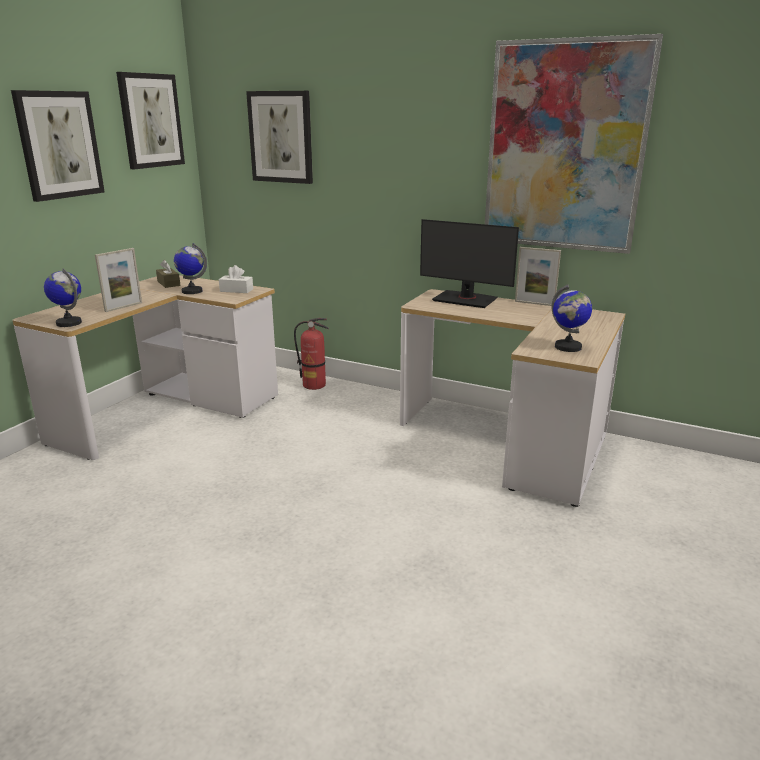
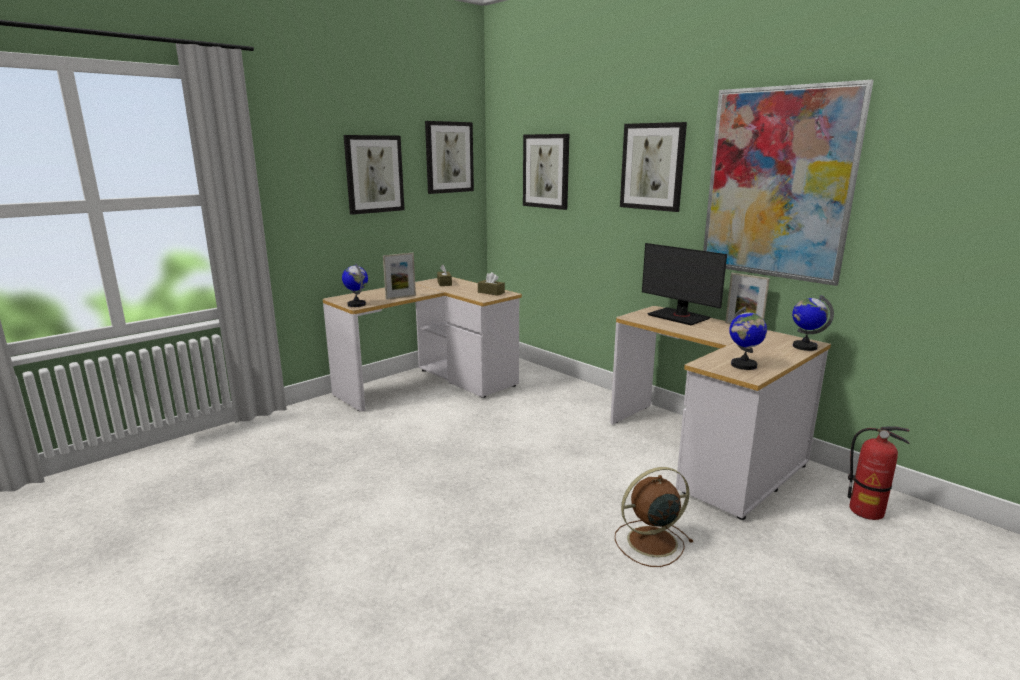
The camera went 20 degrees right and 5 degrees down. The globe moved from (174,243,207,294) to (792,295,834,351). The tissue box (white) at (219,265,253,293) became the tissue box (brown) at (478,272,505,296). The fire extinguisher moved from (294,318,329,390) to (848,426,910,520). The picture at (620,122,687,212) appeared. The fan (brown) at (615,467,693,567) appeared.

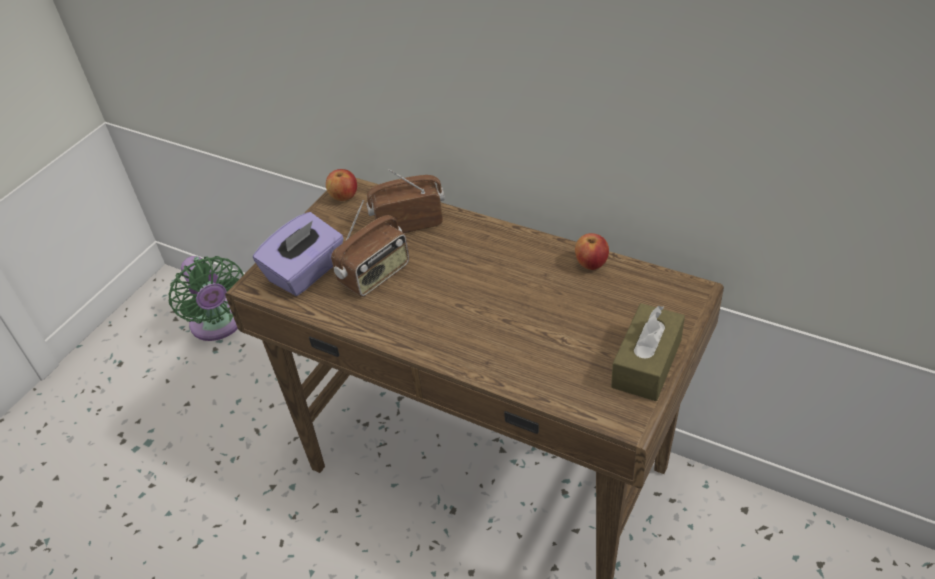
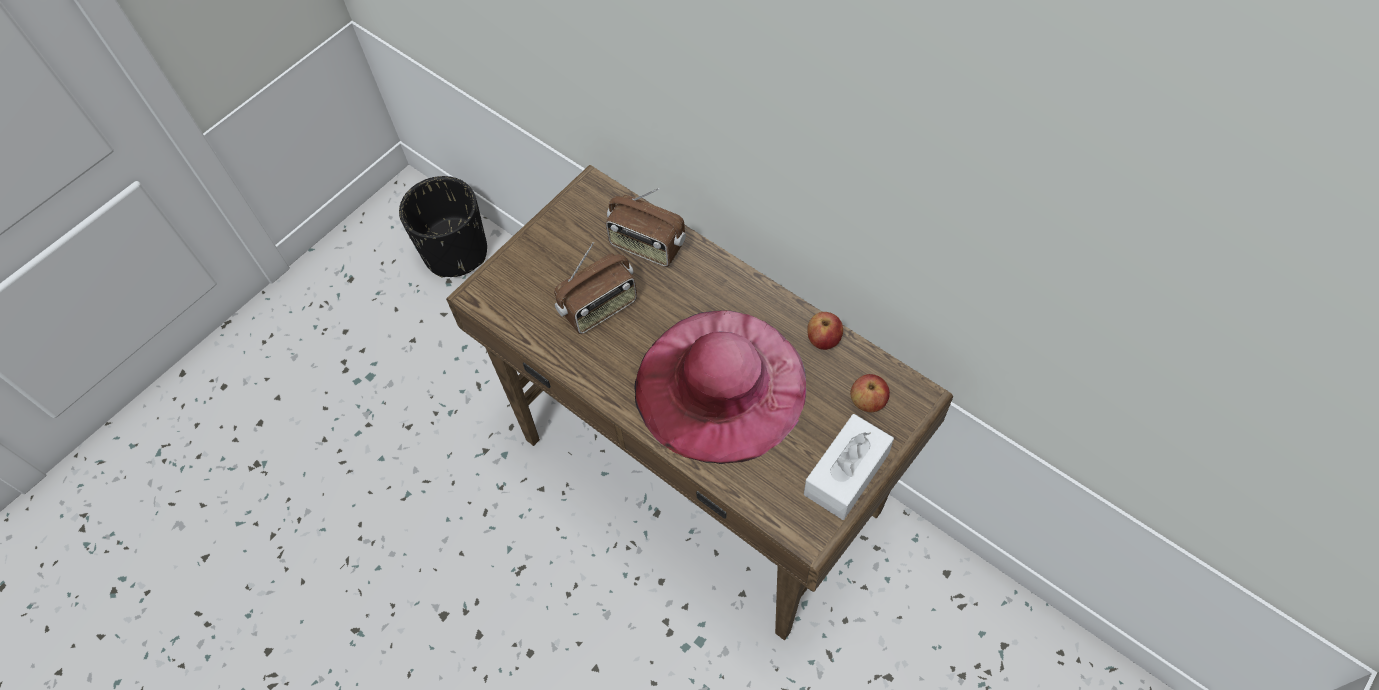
The camera went 10 degrees right and 15 degrees up. The apple moved from (326,169,357,201) to (850,374,890,412). The radio at (366,169,445,233) turned 150 degrees counterclockwise. The tissue box (purple) at (253,212,344,296) disappeared. The fan (green) at (168,256,244,341) was replaced by the planter (black) at (399,176,487,278). The tissue box (brown) at (611,303,685,401) became the tissue box (white) at (804,414,894,520). The hat (pink) at (635,310,806,464) appeared.

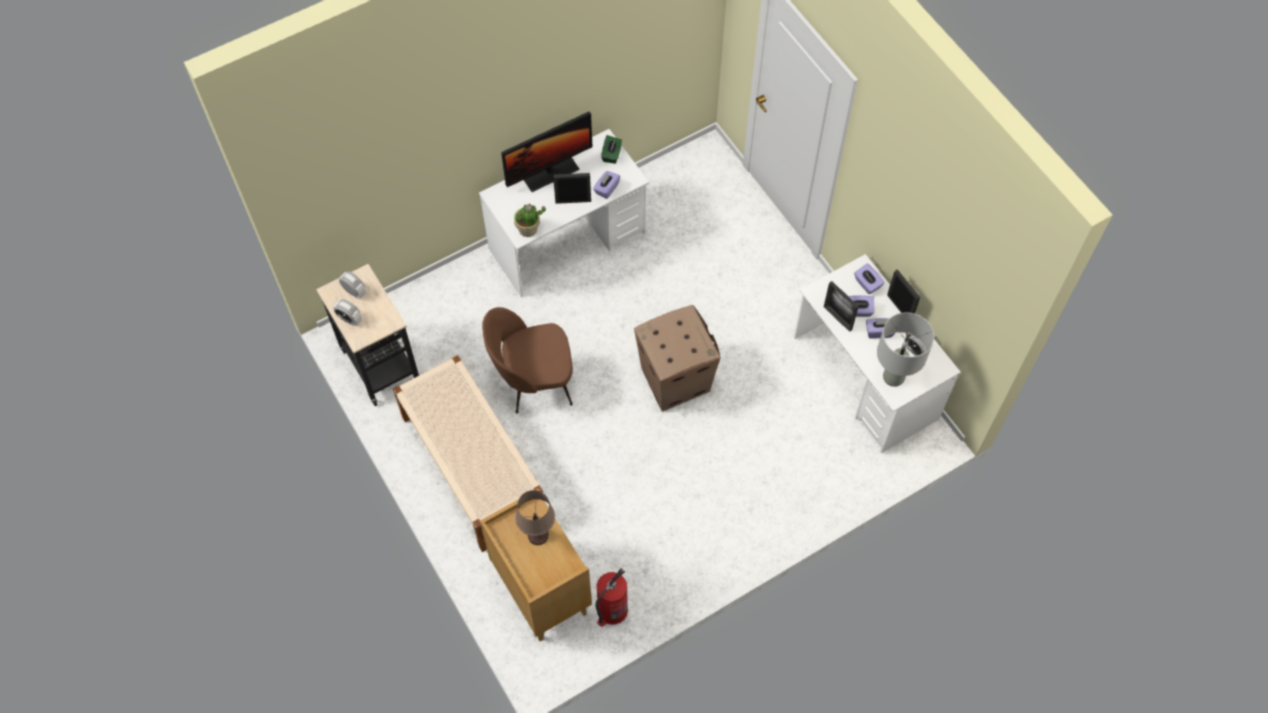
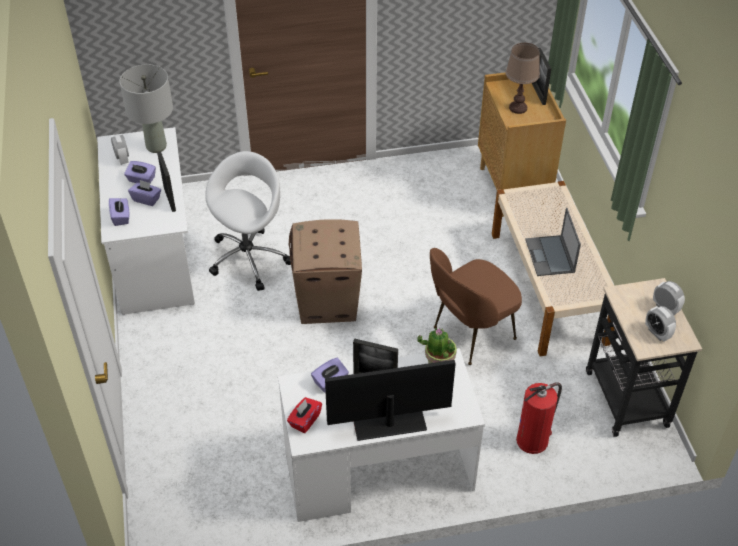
The camera went 160 degrees left and 15 degrees down. The tissue box (green) at (601,135,622,164) became the tissue box (red) at (287,397,322,433). The picture frame moved from (887,269,920,314) to (532,48,551,105). The chair (brown) at (482,307,573,414) turned 135 degrees clockwise. The fire extinguisher moved from (596,568,628,627) to (516,382,562,454). The office chair (white) at (205,151,291,291) appeared. The laptop at (525,208,581,276) appeared.

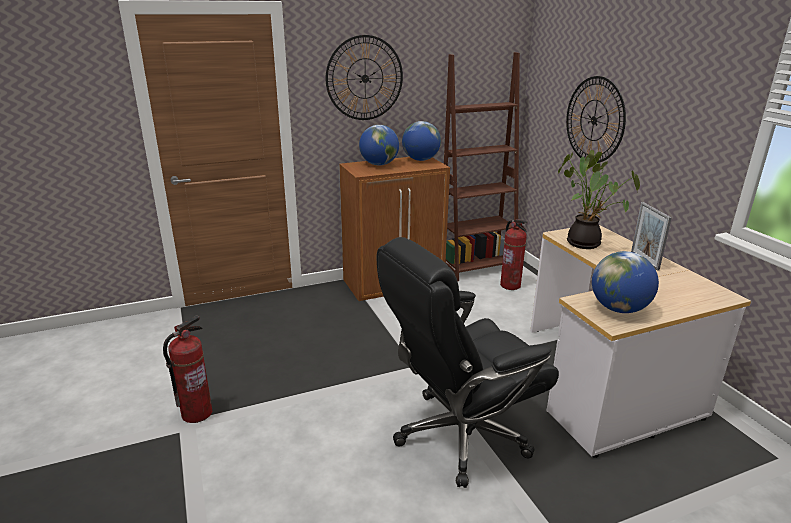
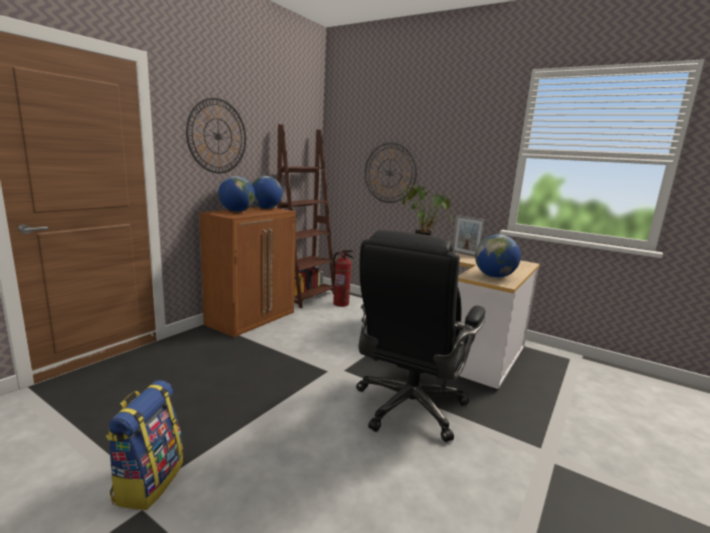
The camera went 35 degrees left and 10 degrees down. The fire extinguisher at (163,315,212,423) was replaced by the backpack at (106,380,183,510).

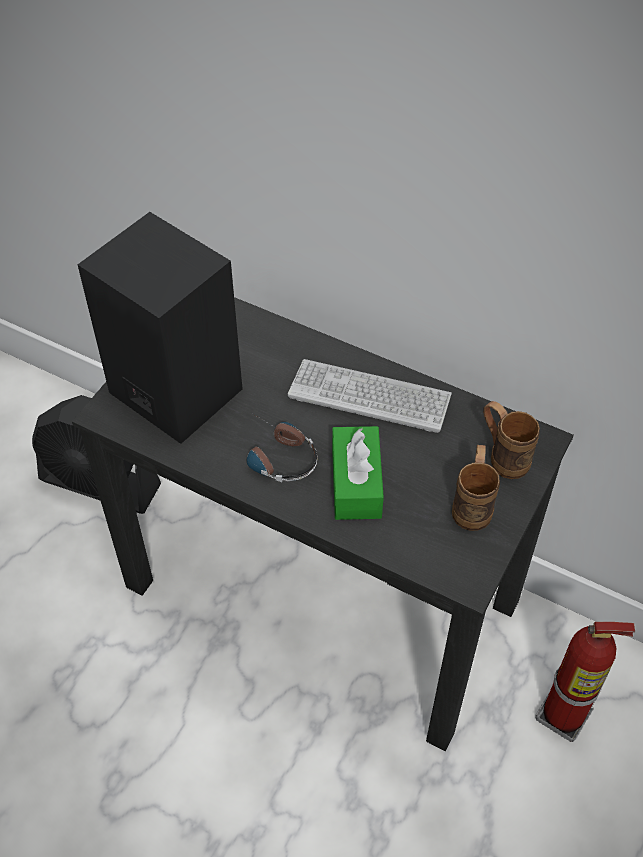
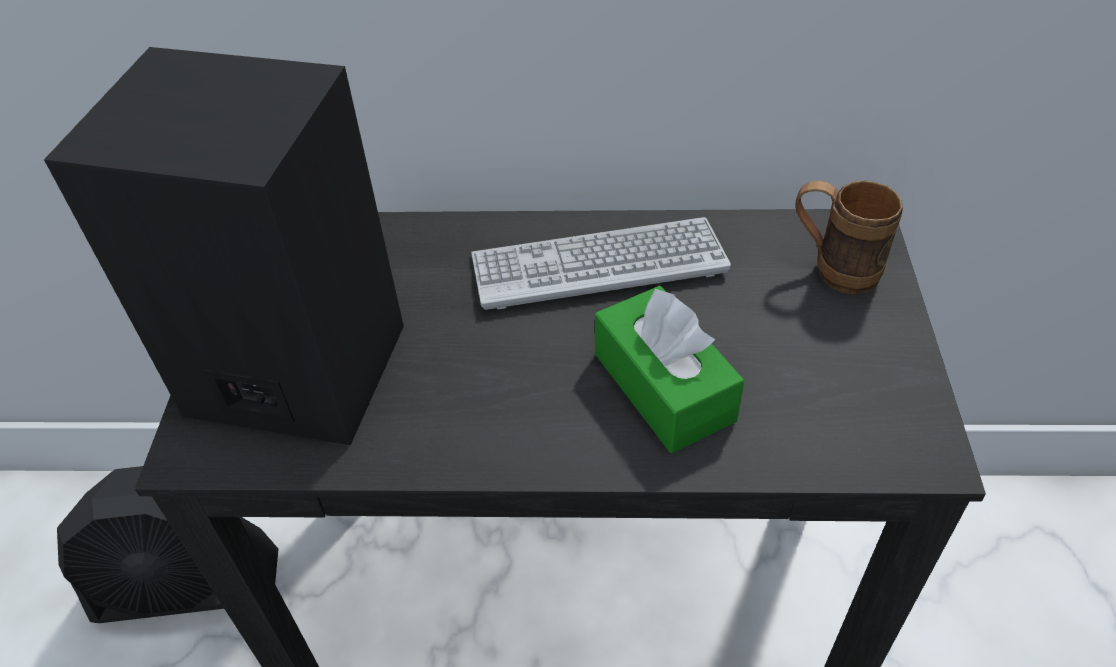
The camera went 25 degrees left and 5 degrees down. The headphones at (247,414,318,482) disappeared. The mug (brown) at (452,445,500,531) disappeared. The fire extinguisher at (535,622,635,742) disappeared.

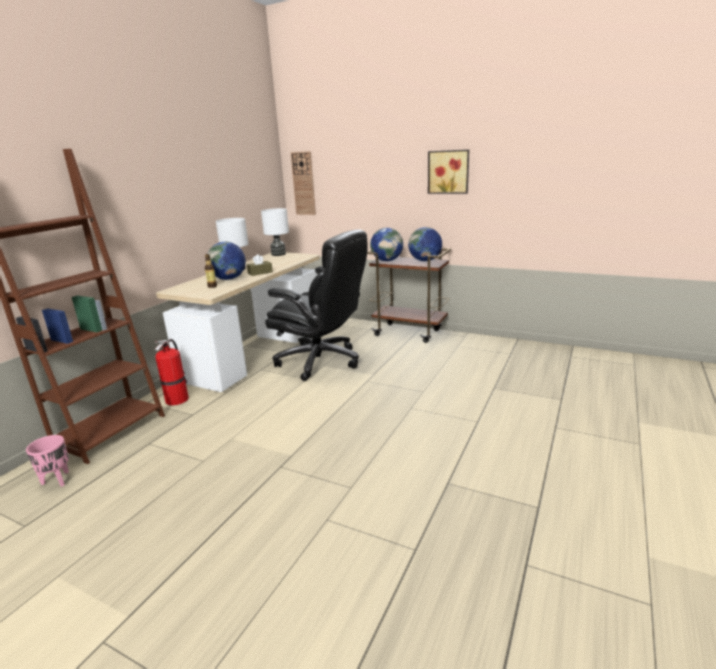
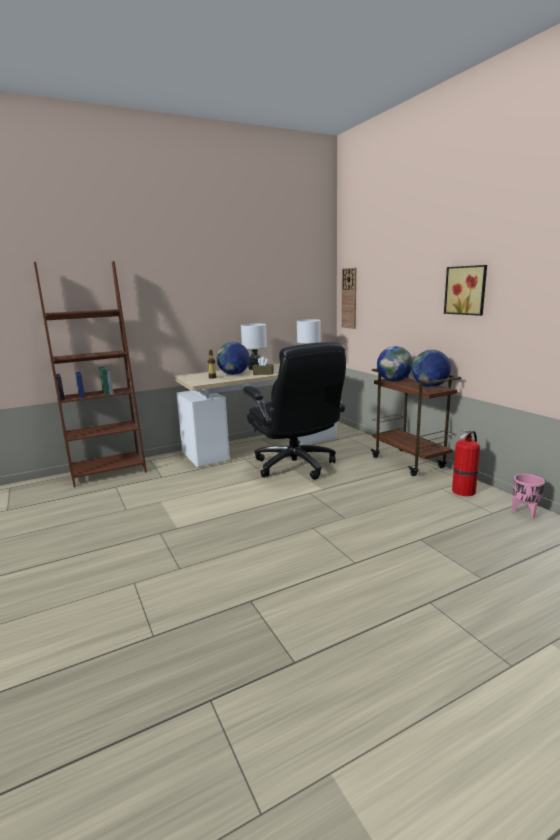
The camera went 35 degrees right and 5 degrees down. The fire extinguisher moved from (155,339,189,405) to (452,430,480,496). The planter (pink) moved from (26,435,69,487) to (512,474,545,518).

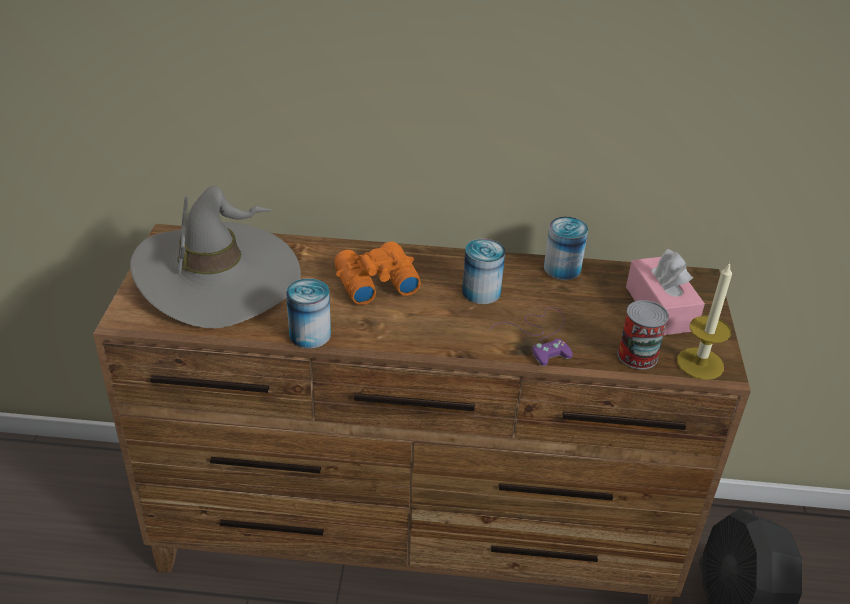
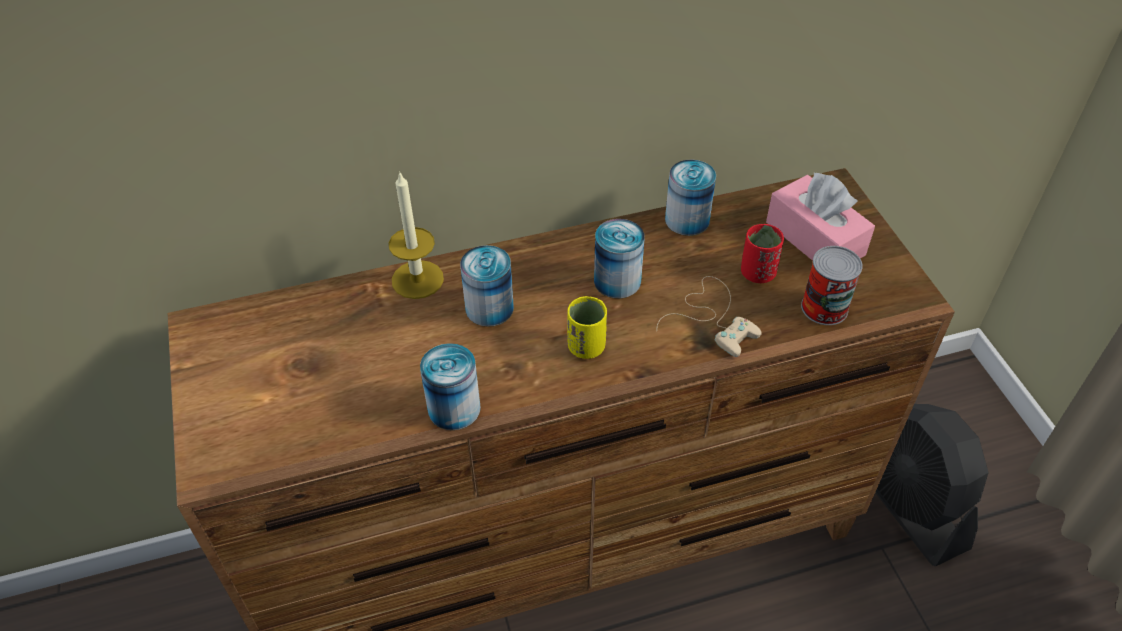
The camera went 20 degrees left and 10 degrees up. The hat (grey) at (130,186,301,328) disappeared. The binoculars (orange) at (334,241,421,305) was replaced by the can at (460,245,514,327). The candle moved from (677,262,732,380) to (389,171,444,299). The game controller (purple) at (489,307,573,366) became the game controller (beige) at (656,276,762,357). The cup (red) at (741,224,784,283) appeared. The cup (yellow) at (567,296,607,359) appeared.

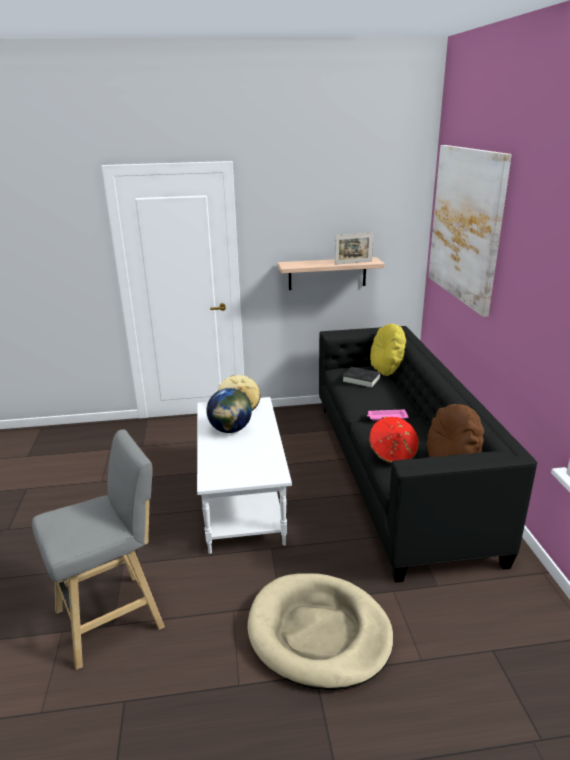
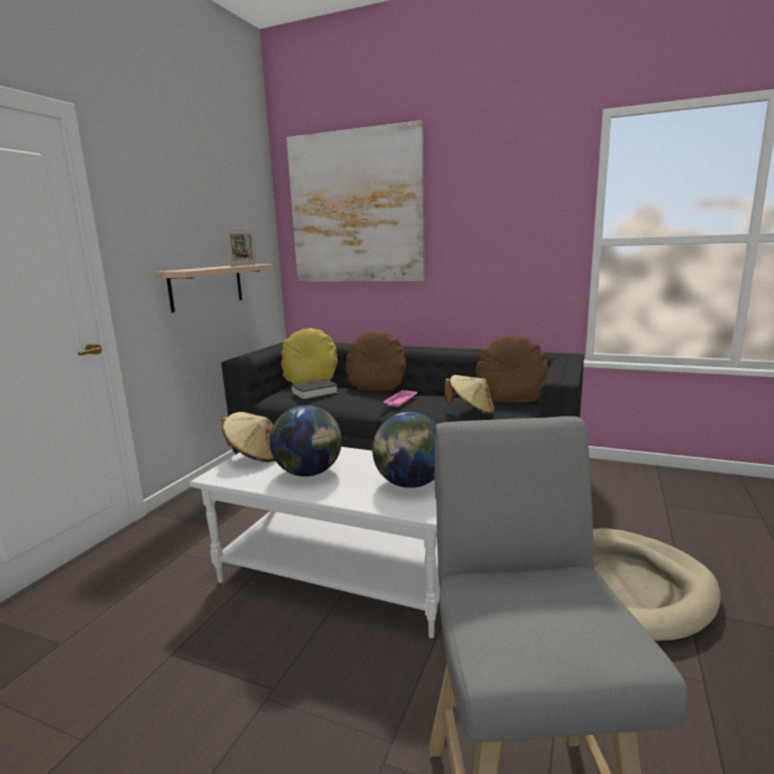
The camera went 60 degrees left and 10 degrees down. The hat (red) at (369,417,419,464) became the hat (beige) at (445,375,495,415). The pillow (brown) at (346,331,406,391) appeared. The globe at (372,412,438,488) appeared.

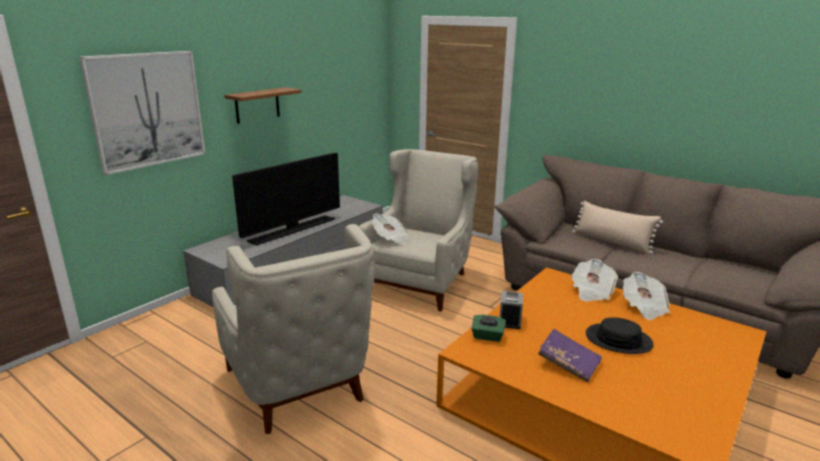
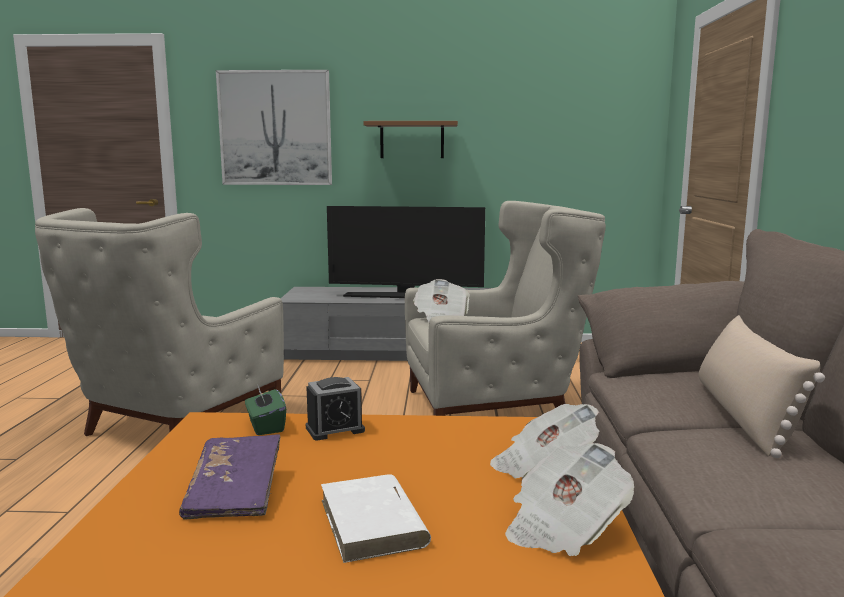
The camera went 55 degrees right and 10 degrees down. The hat (black) at (586,317,654,354) was replaced by the book (white) at (321,474,431,563).

